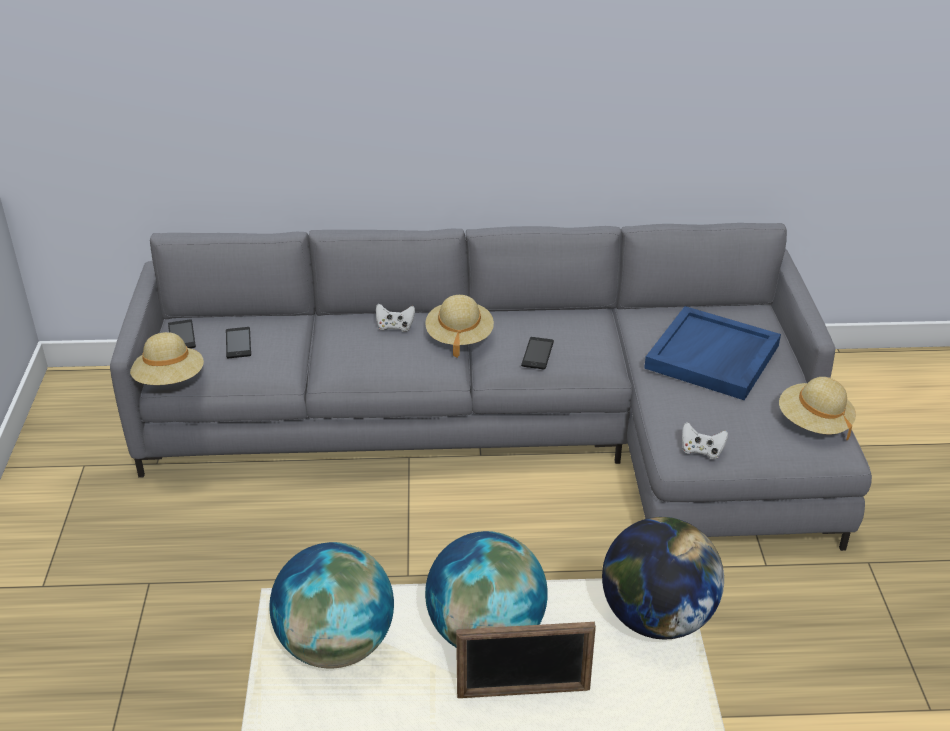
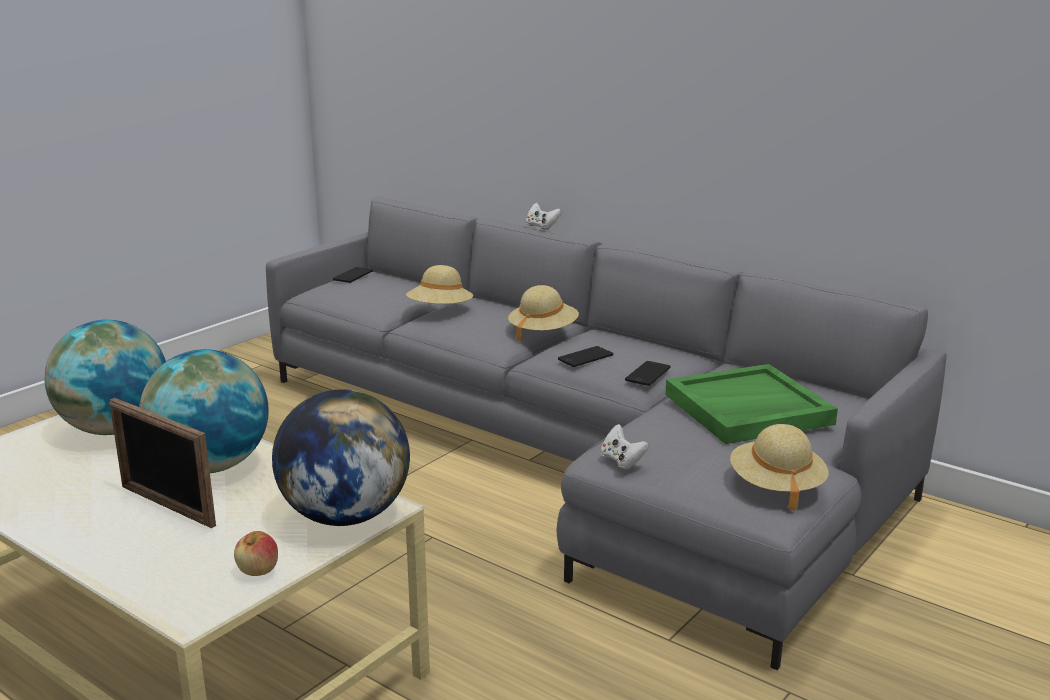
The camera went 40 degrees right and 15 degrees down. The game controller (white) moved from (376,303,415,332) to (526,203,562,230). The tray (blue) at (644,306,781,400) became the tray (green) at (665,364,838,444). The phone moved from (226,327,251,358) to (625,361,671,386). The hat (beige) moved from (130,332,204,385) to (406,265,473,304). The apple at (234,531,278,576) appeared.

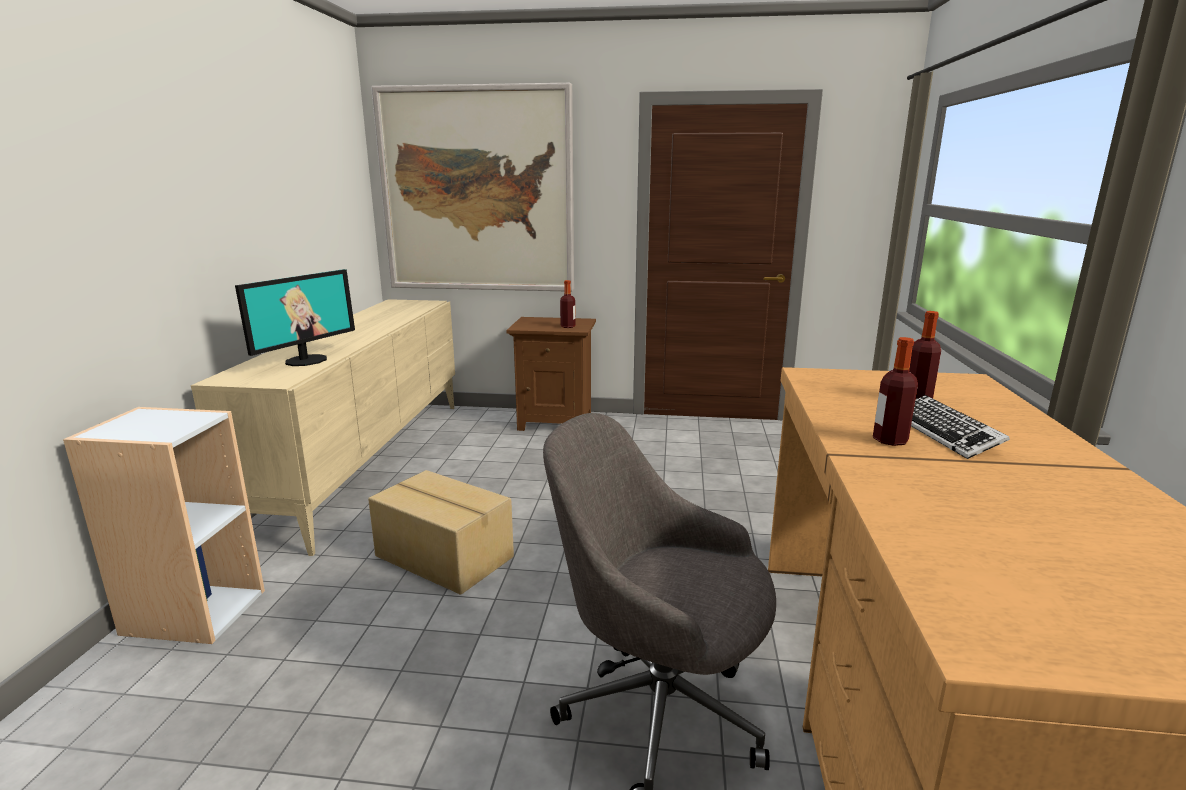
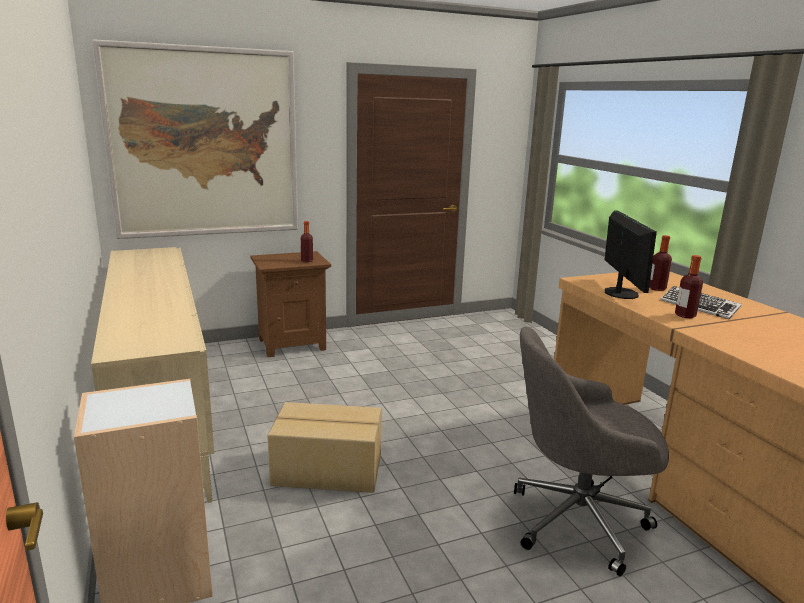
The camera went 30 degrees left and 0 degrees up. The monitor moved from (235,269,355,366) to (605,210,657,299).

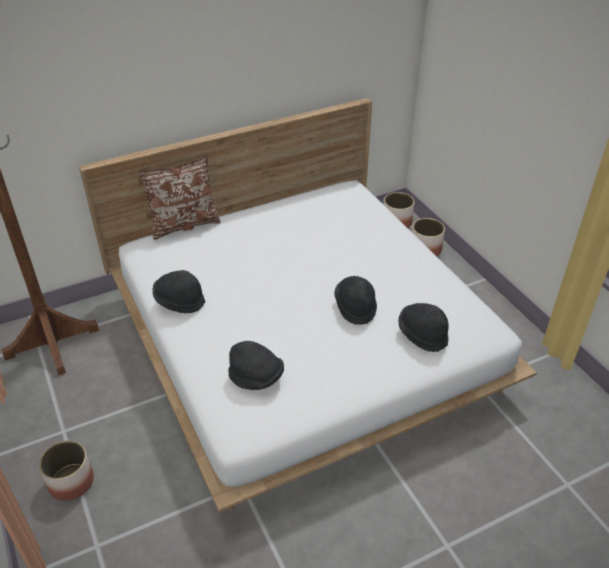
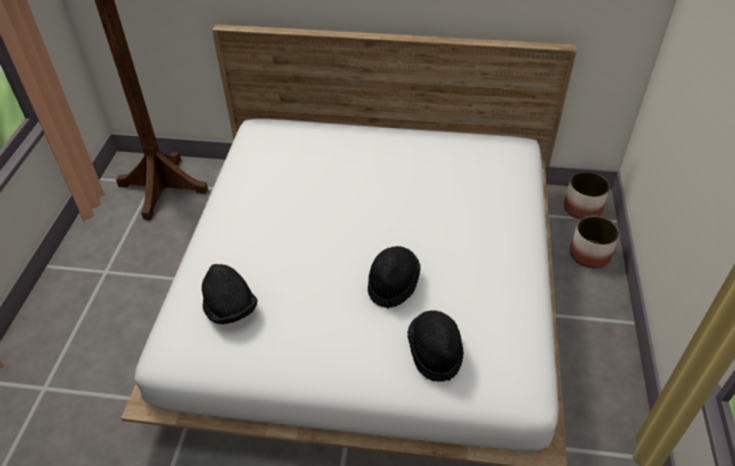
The camera went 35 degrees right and 5 degrees up. The pillow (brown) at (138,155,220,240) disappeared. The hat (black) at (153,270,205,313) disappeared. The planter at (39,441,94,501) disappeared.

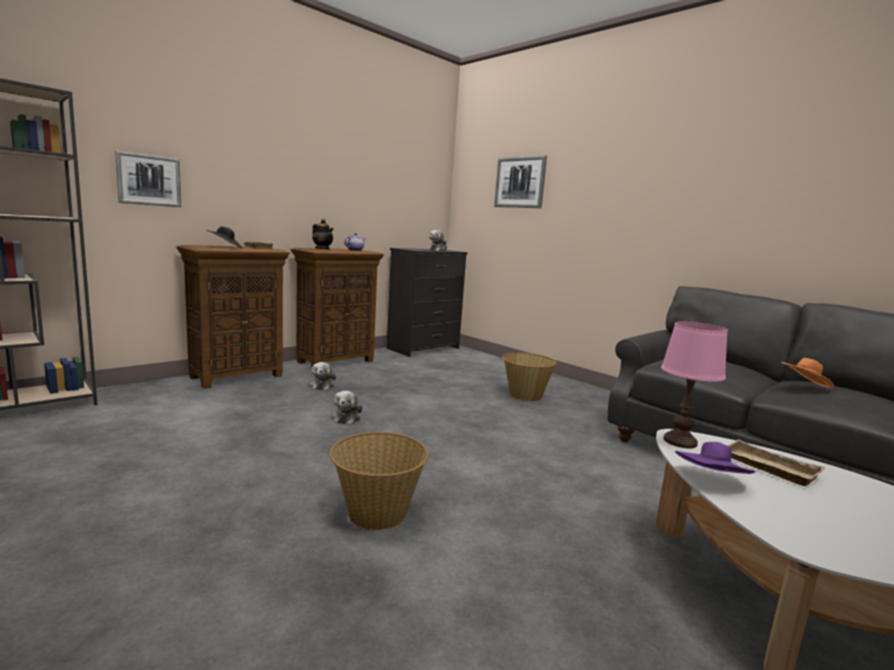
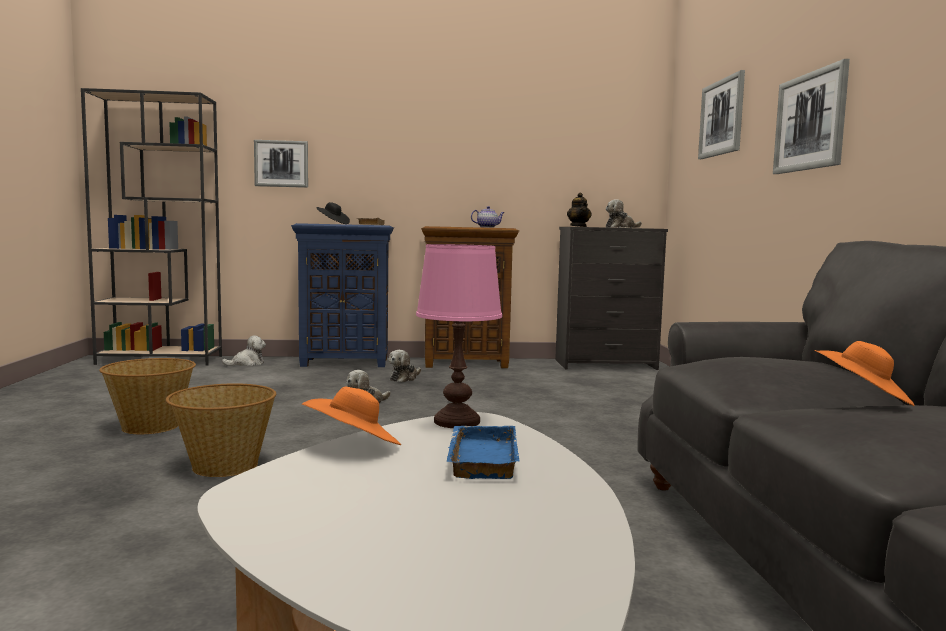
The camera went 40 degrees right and 5 degrees down. The teapot moved from (312,219,334,250) to (567,193,592,227). The cabinet (brown) at (176,245,290,389) became the cabinet (blue) at (291,223,394,367). The basket moved from (502,353,556,402) to (99,358,196,434). The tray (beige) at (727,439,826,486) became the tray (blue) at (446,426,520,479). The hat (purple) at (675,442,755,474) became the hat (orange) at (302,387,401,445). The picture at (773,59,850,174) appeared. The plush toy at (222,336,266,366) appeared.

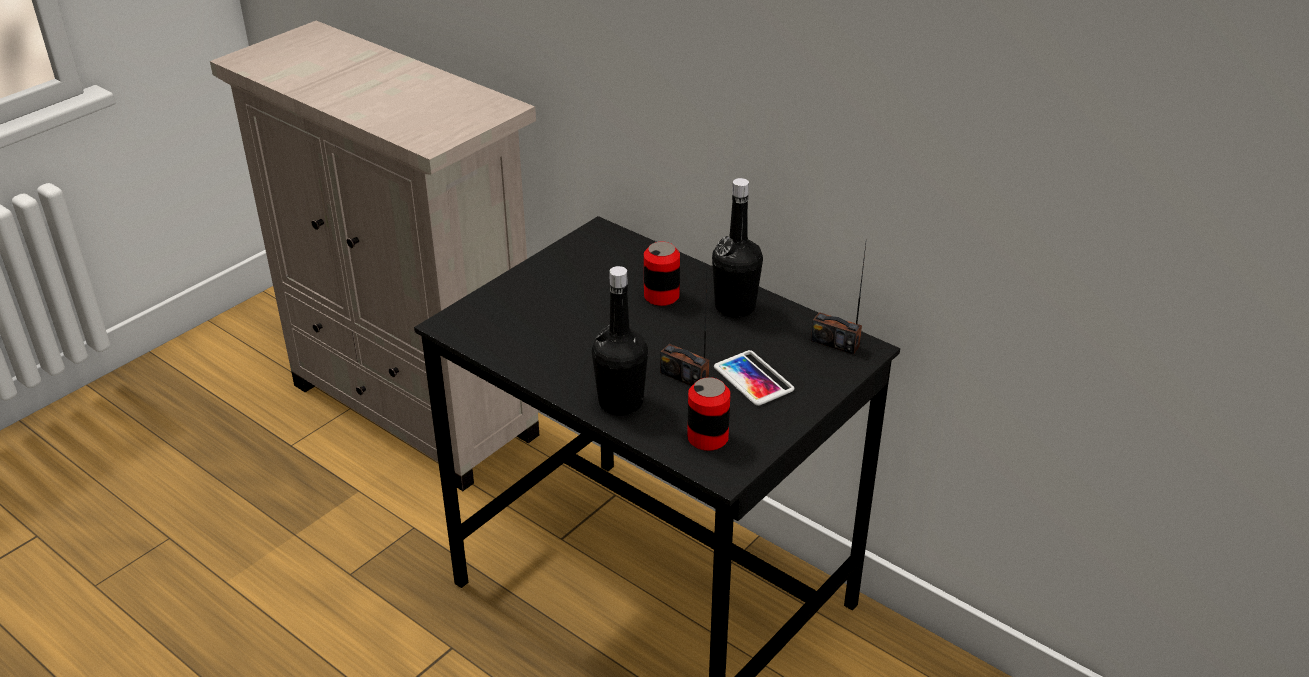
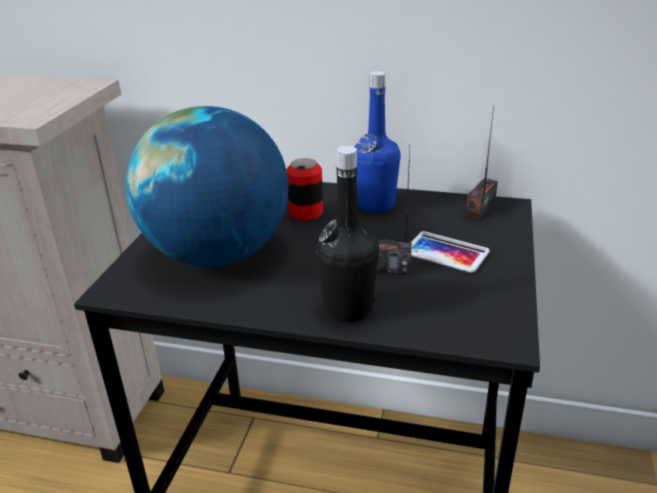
The camera went 25 degrees left and 5 degrees down. The bottle (black) at (712,178,763,318) became the bottle (blue) at (354,71,401,213). The radio at (811,244,866,355) turned 120 degrees clockwise. The can at (687,377,731,451) disappeared. The globe at (126,106,288,266) appeared.

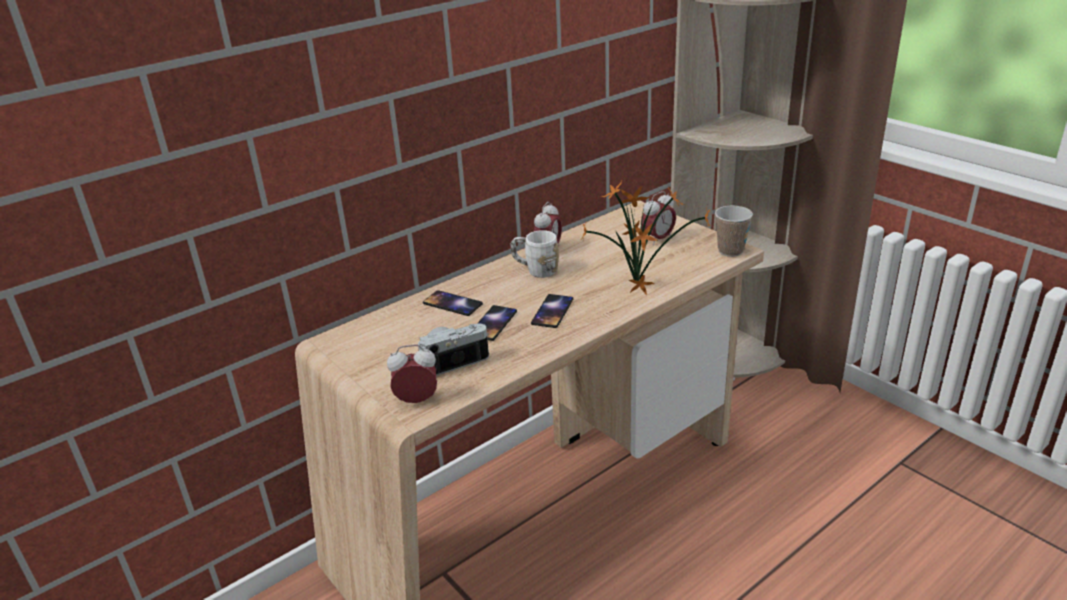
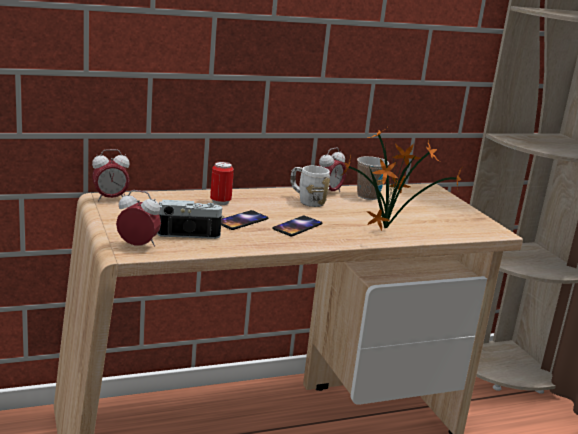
The camera went 15 degrees right and 10 degrees down. The alarm clock moved from (641,191,676,246) to (92,149,130,202). The cup moved from (715,206,753,257) to (357,156,389,200). The phone at (423,290,483,316) was replaced by the can at (210,162,234,205).

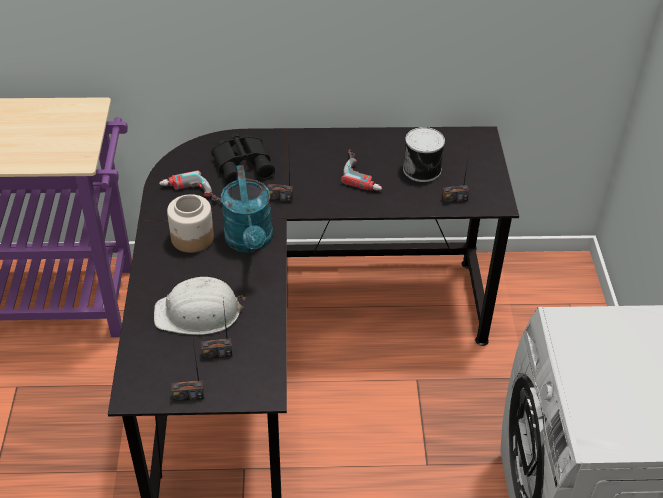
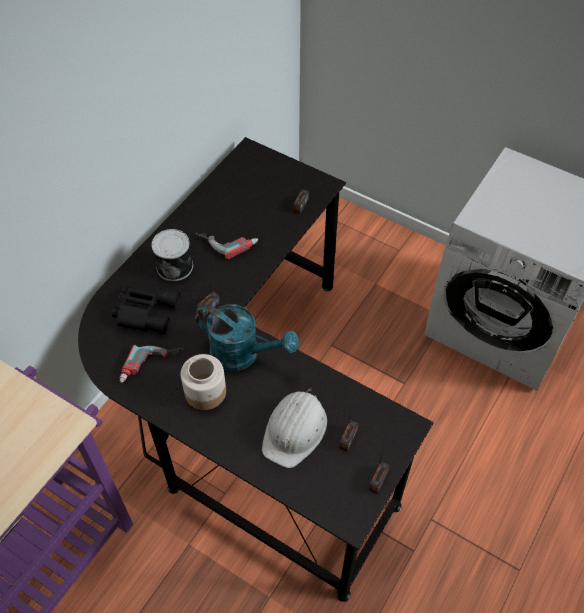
The camera went 55 degrees left and 10 degrees up. The can moved from (403,127,445,182) to (151,229,193,281).

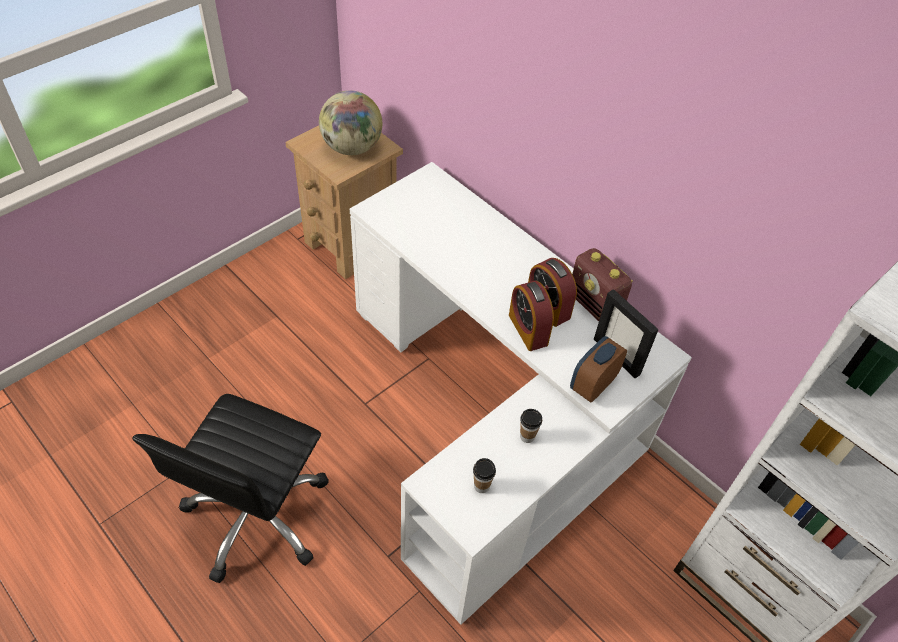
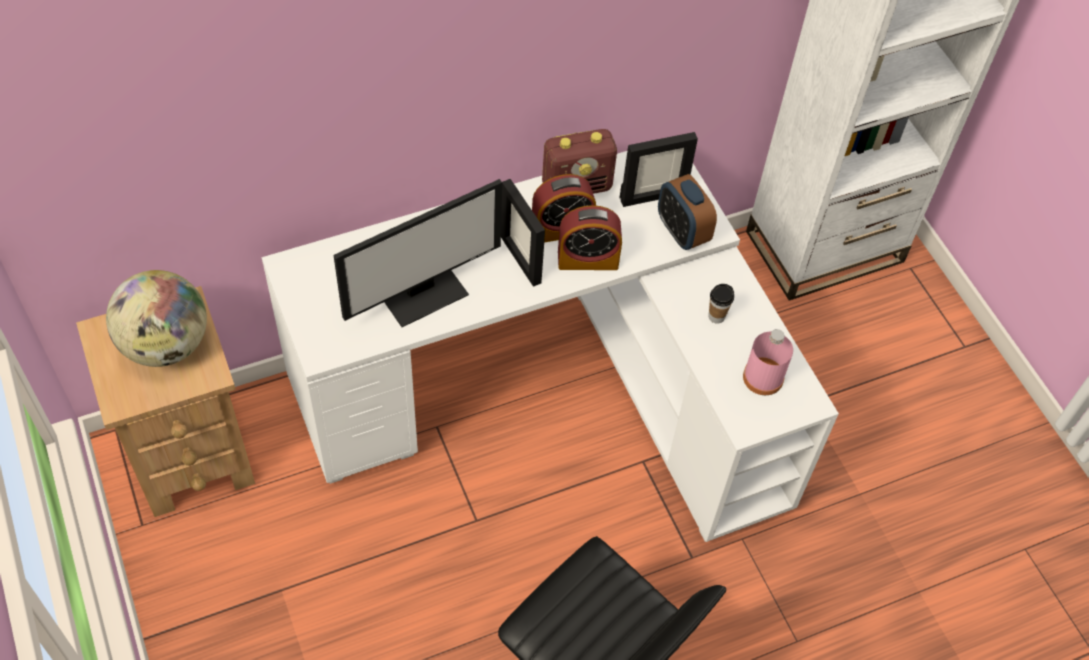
The camera went 70 degrees left and 5 degrees up. The cup at (473,458,496,493) was replaced by the bottle (pink) at (743,329,793,395). The monitor at (333,179,502,327) appeared. The picture frame at (501,179,545,287) appeared.

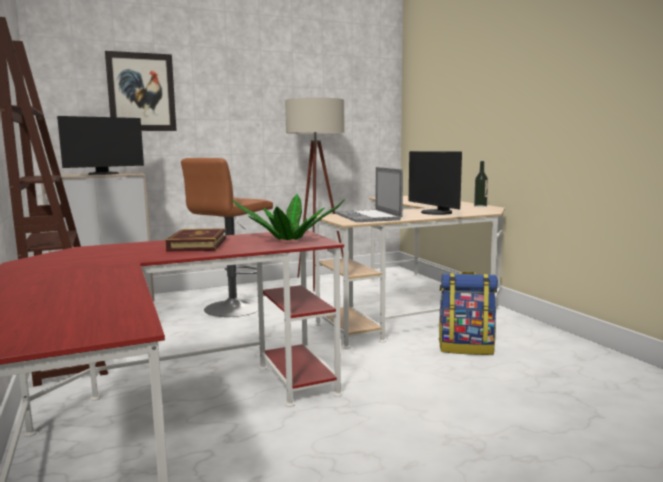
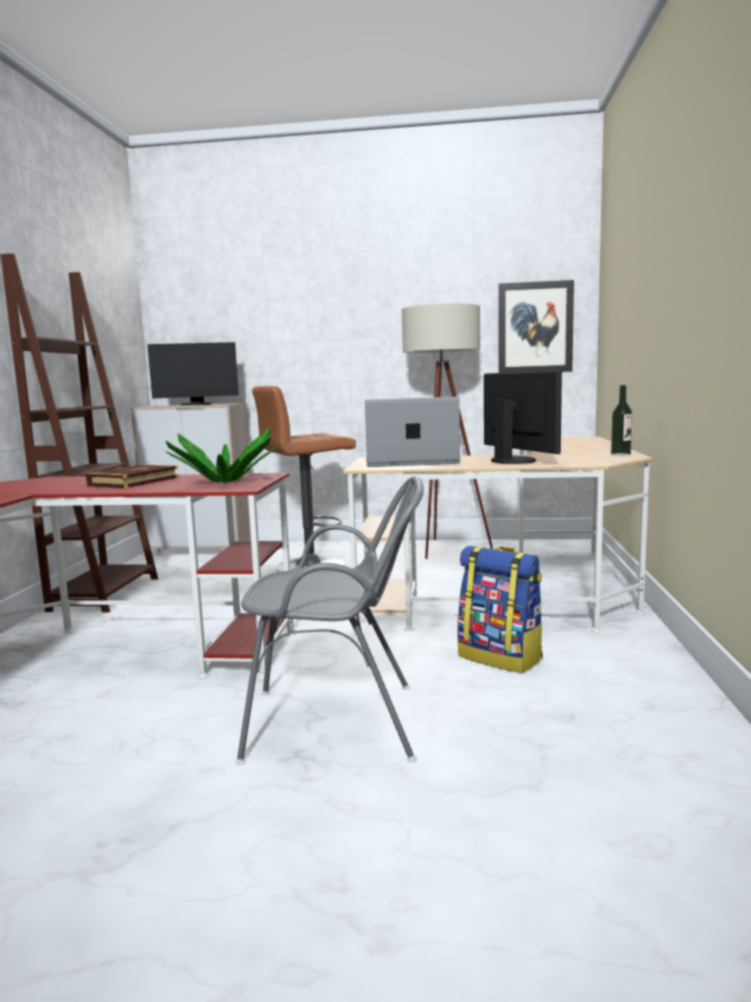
The camera went 30 degrees right and 0 degrees up. The picture moved from (105,51,177,131) to (498,280,574,373). The monitor at (409,151,462,215) turned 150 degrees clockwise. The laptop at (335,167,403,222) turned 75 degrees clockwise. The chair (grey) at (236,476,424,765) appeared.

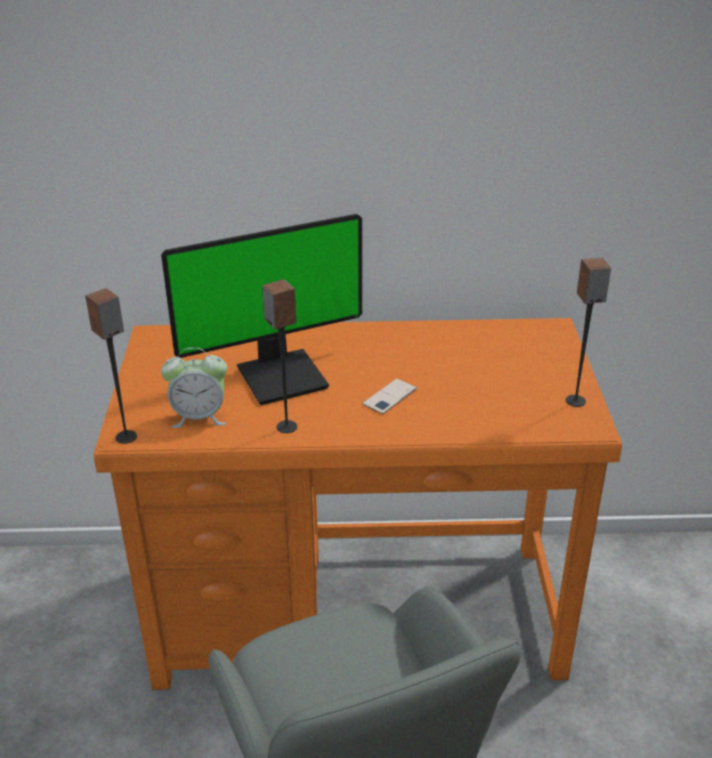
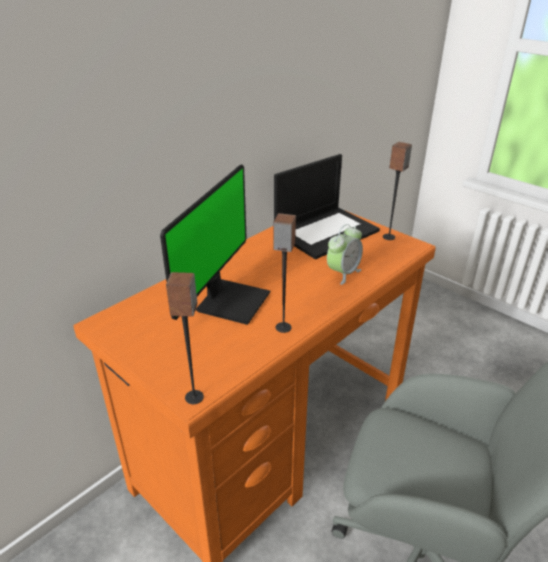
The camera went 45 degrees left and 0 degrees up. The alarm clock moved from (161,348,227,428) to (327,224,363,285). The phone at (362,379,417,414) disappeared. The laptop at (274,154,380,259) appeared.

